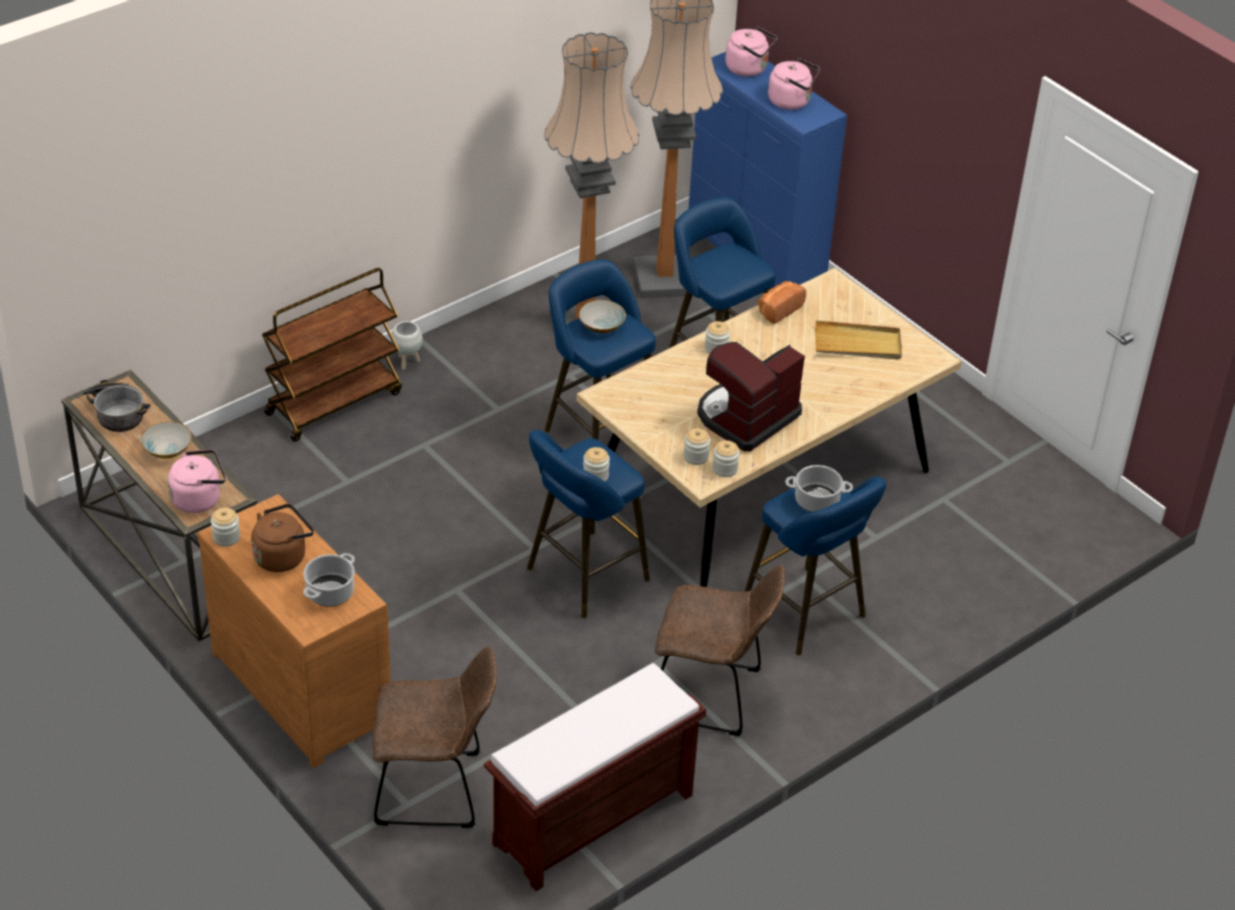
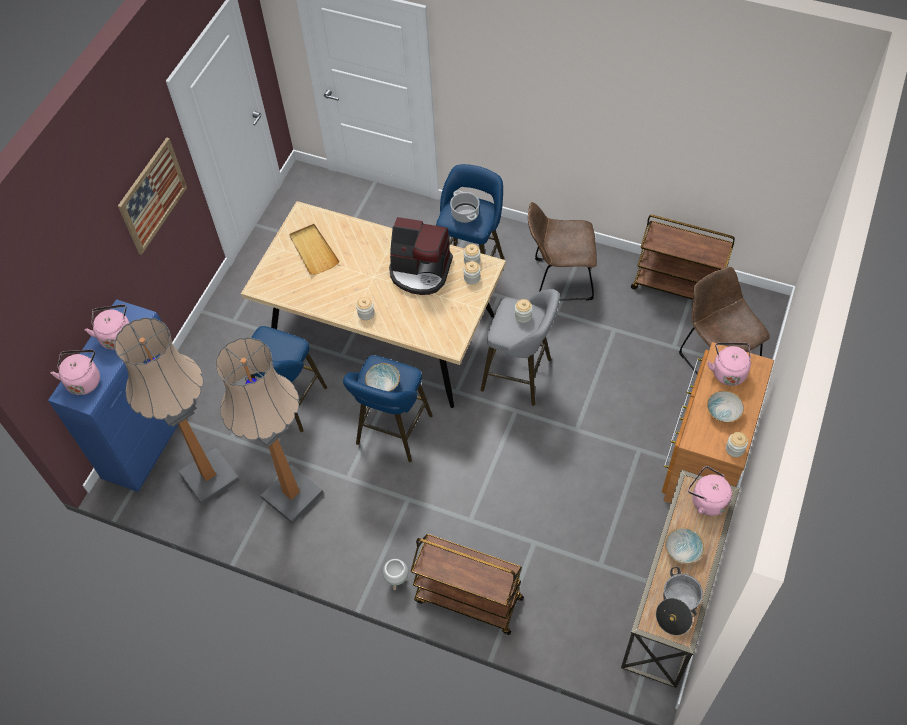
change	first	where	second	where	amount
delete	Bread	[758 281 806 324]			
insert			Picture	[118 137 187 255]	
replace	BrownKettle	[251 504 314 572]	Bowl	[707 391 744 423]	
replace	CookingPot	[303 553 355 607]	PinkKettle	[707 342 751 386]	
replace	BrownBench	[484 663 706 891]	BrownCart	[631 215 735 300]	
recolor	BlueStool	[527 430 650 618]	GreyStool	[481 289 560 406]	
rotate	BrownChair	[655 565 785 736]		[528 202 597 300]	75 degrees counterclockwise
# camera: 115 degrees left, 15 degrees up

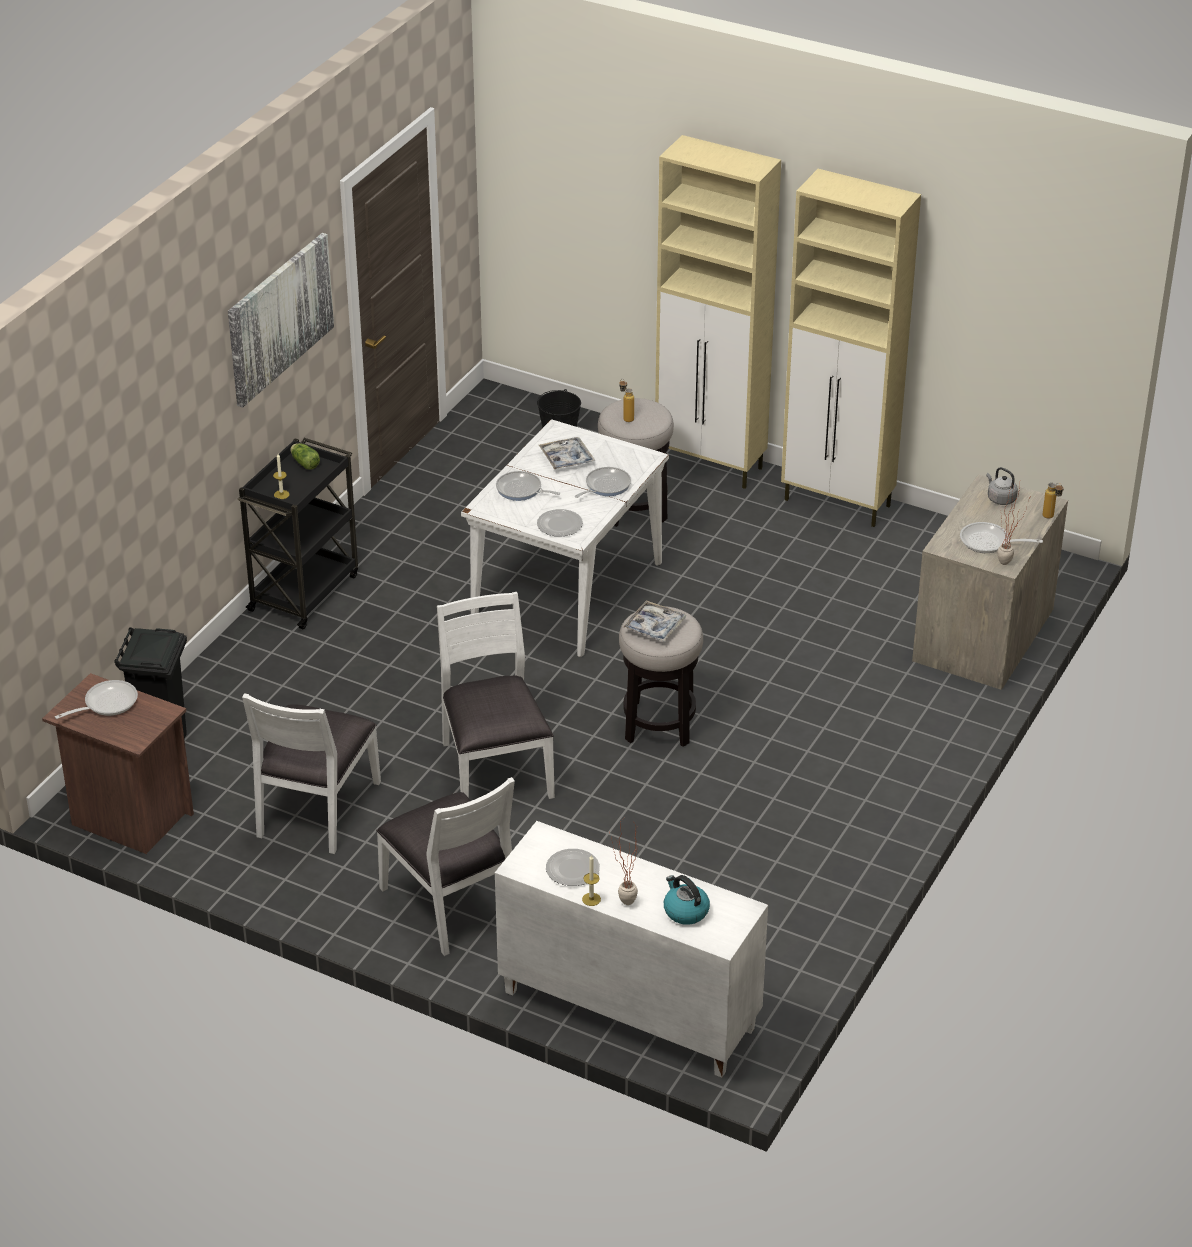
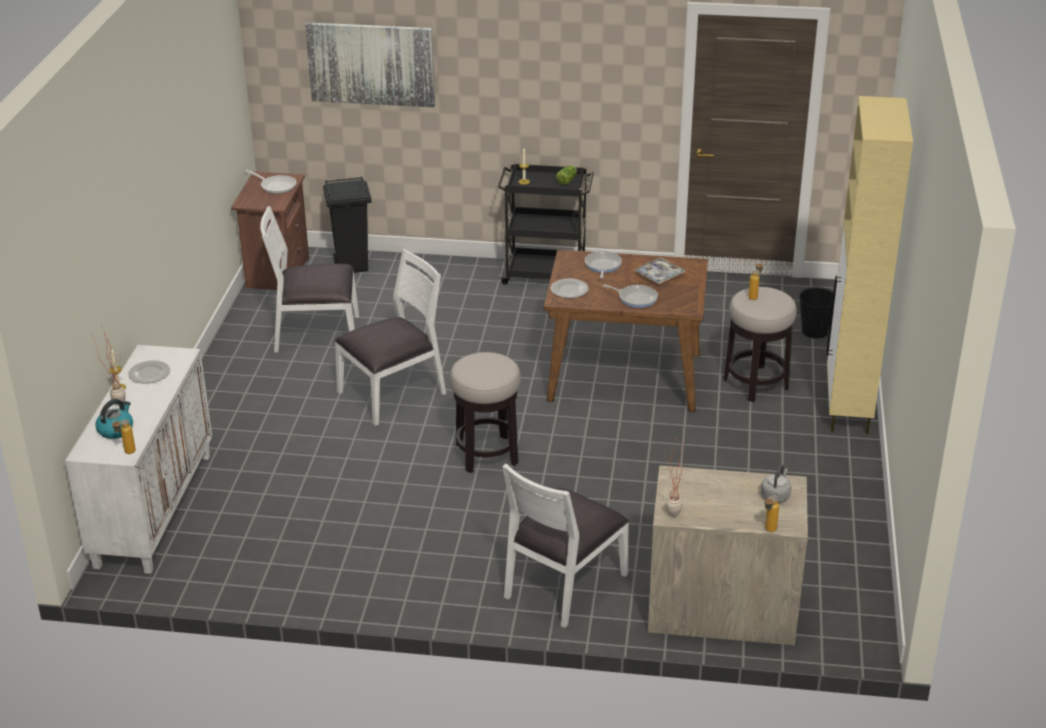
change	first	where	second	where	amount
delete	Tray	[623 600 686 642]			
delete	BeigeCabinet	[781 169 921 527]			
delete	FryingPan	[960 522 1043 553]			
insert			Bottle	[112 419 136 454]	
move	Picture	[228 233 334 407]		[305 22 435 107]	
move	WhiteChair	[376 777 515 956]		[503 464 629 628]	
recolor	WhiteDiningTable	[461 419 669 657]	BrownDiningTable	[544 250 708 412]	
# camera: 70 degrees right, 5 degrees down

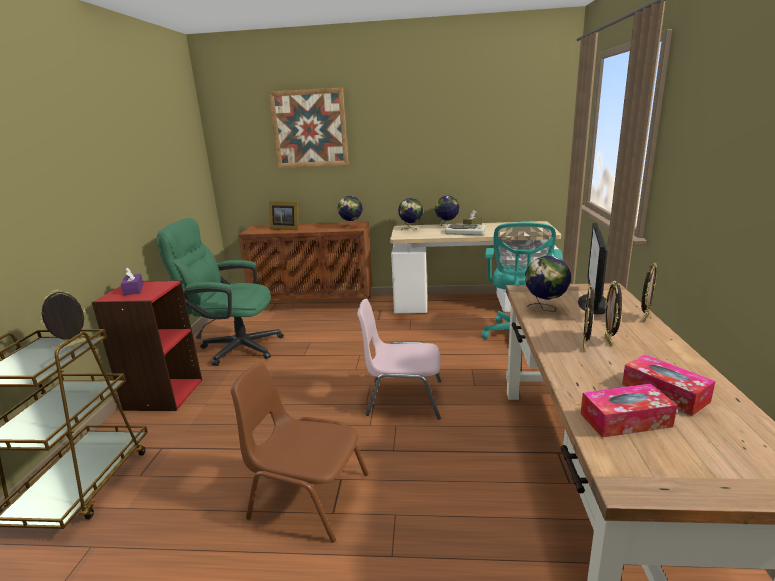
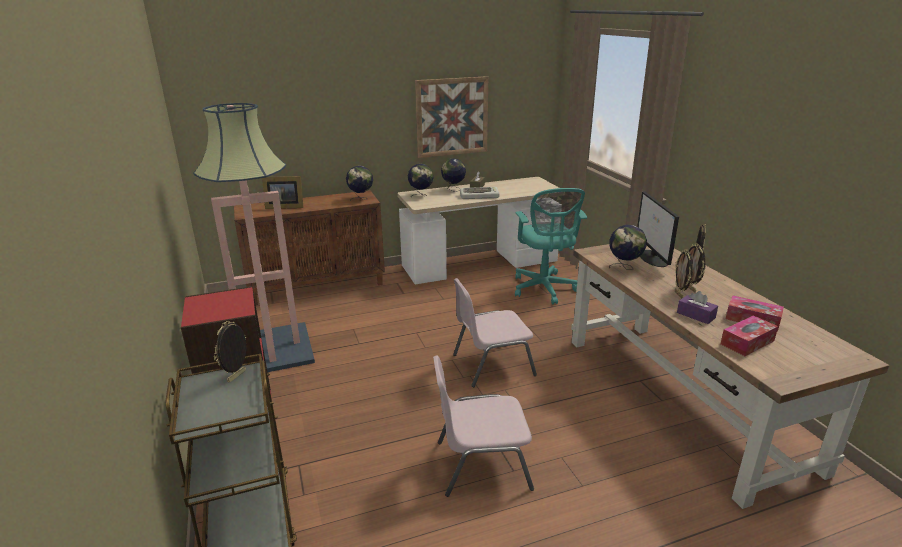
change	first	where	second	where	amount
move	PurpleTissueBox	[121 268 144 295]		[677 291 718 324]	
move	Picture	[269 87 349 168]		[415 76 488 158]	
replace	GreenOfficeChair	[157 218 284 366]	FloorLamp	[193 103 315 372]	
recolor	BrownChair	[231 363 368 543]	PinkChair	[433 355 534 497]	
# camera: 25 degrees left, 5 degrees up

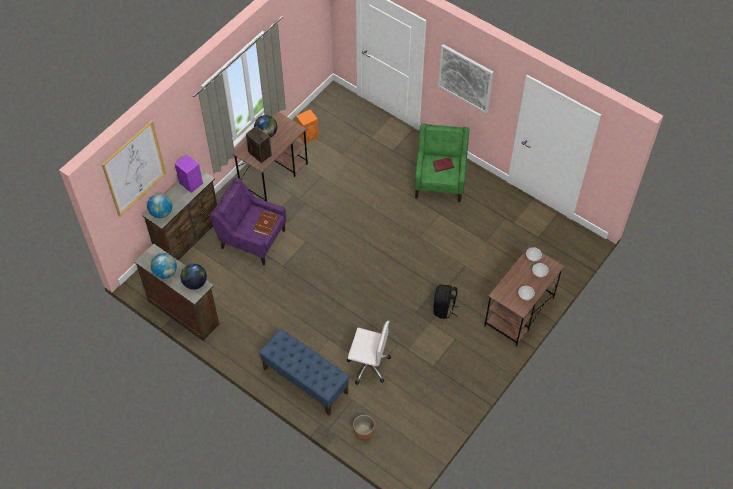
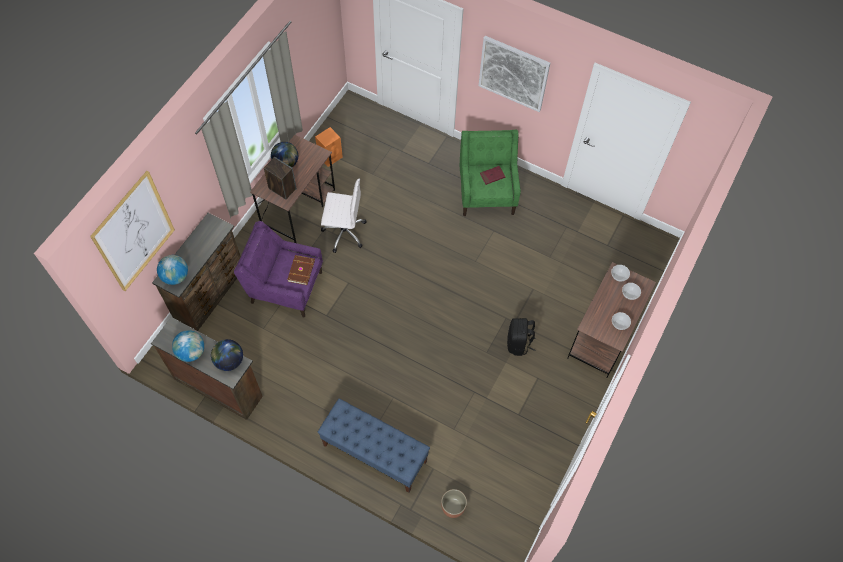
change	first	where	second	where	amount
delete	PurpleSpeaker	[175 154 203 193]			
move	WhiteOfficeChair	[347 321 391 385]		[321 178 366 253]	
# camera: 10 degrees left, 5 degrees up

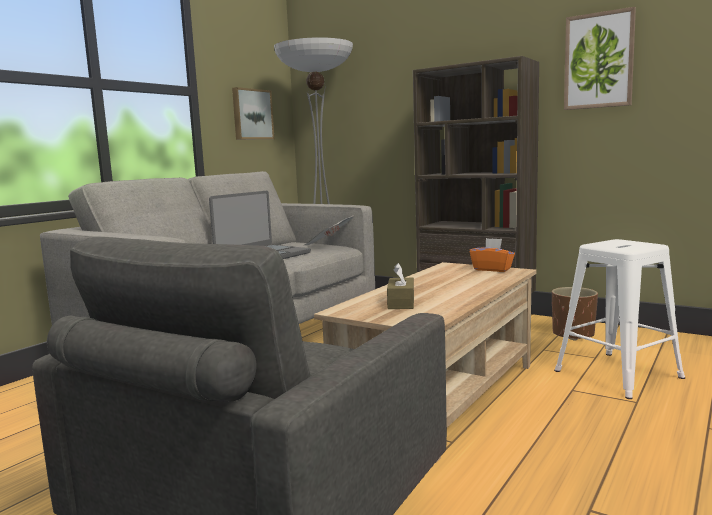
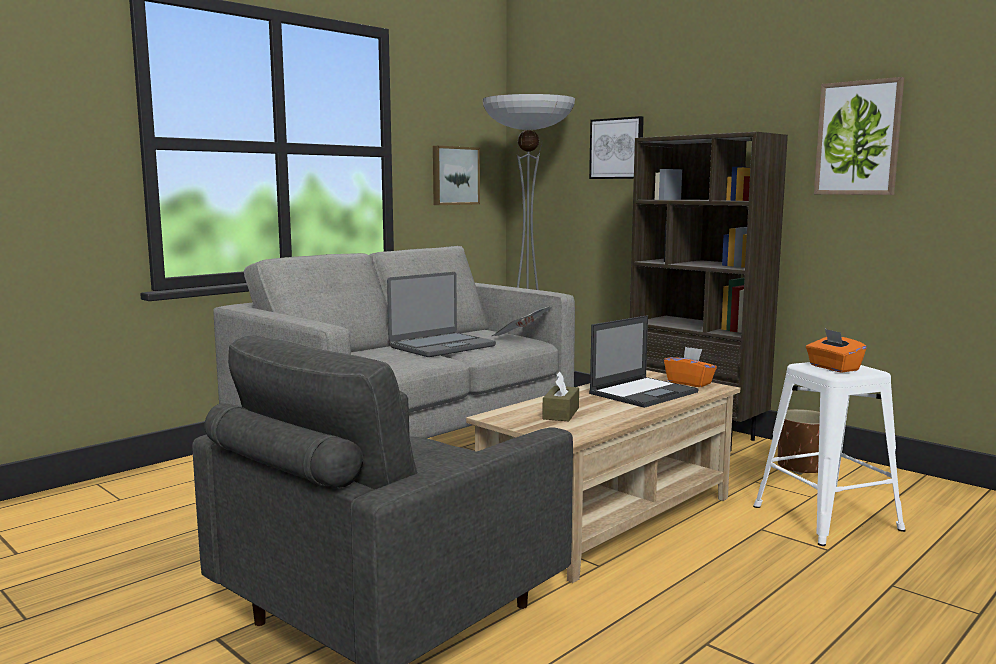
change	first	where	second	where	amount
insert			Picture	[589 116 644 179]	
insert			Laptop	[589 315 698 408]	
insert			OrangeTissueBox	[806 329 867 372]	
# camera: 10 degrees right, 0 degrees up

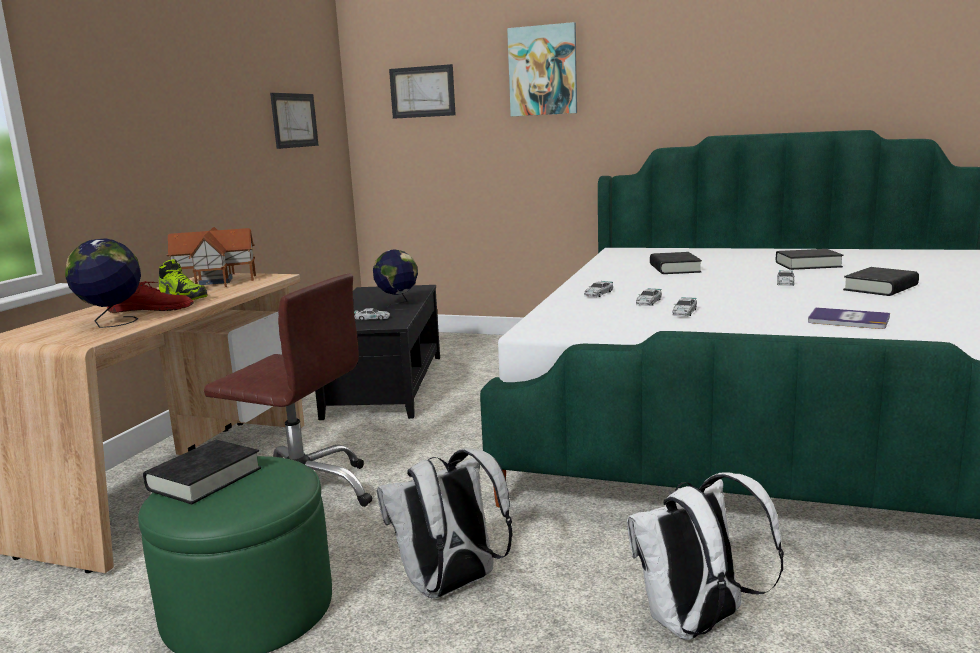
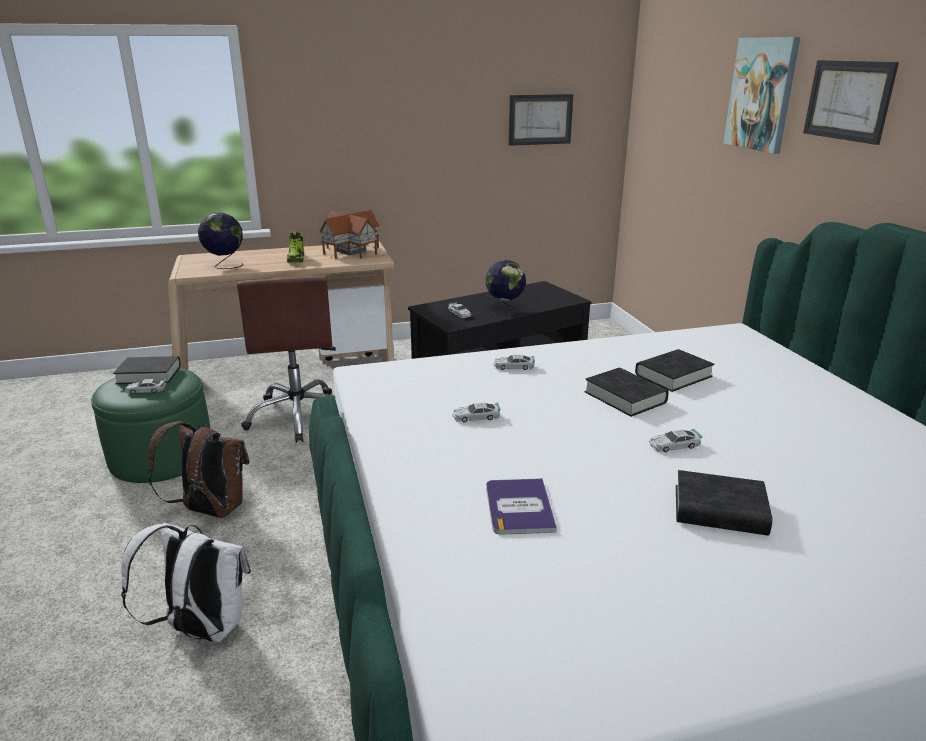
change	first	where	second	where	amount
delete	RedShoe	[107 281 194 313]			
move	Picture	[389 64 456 119]		[803 60 899 145]	
move	ToyCar	[636 288 662 306]		[125 379 166 394]	
move	BlackBook	[776 249 844 270]		[585 368 669 417]	
recolor	WhiteBackpack	[377 448 513 598]	BrownBackpack	[148 421 249 518]	
# camera: 55 degrees right, 10 degrees up

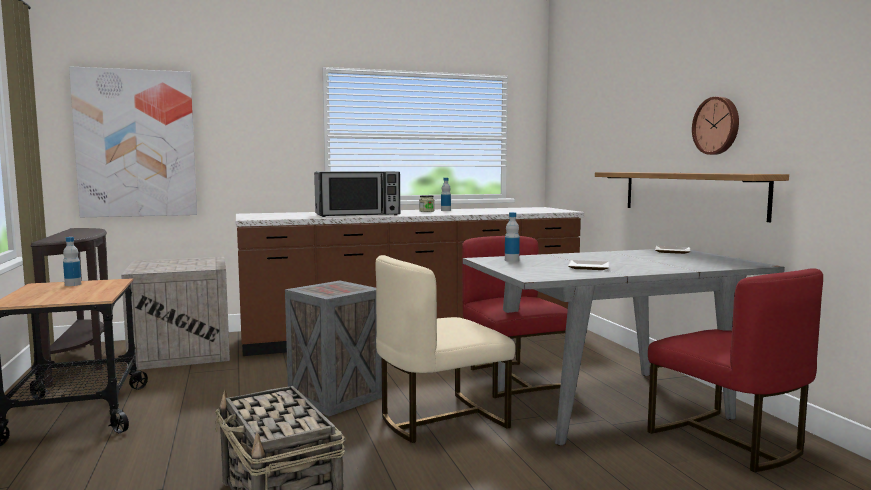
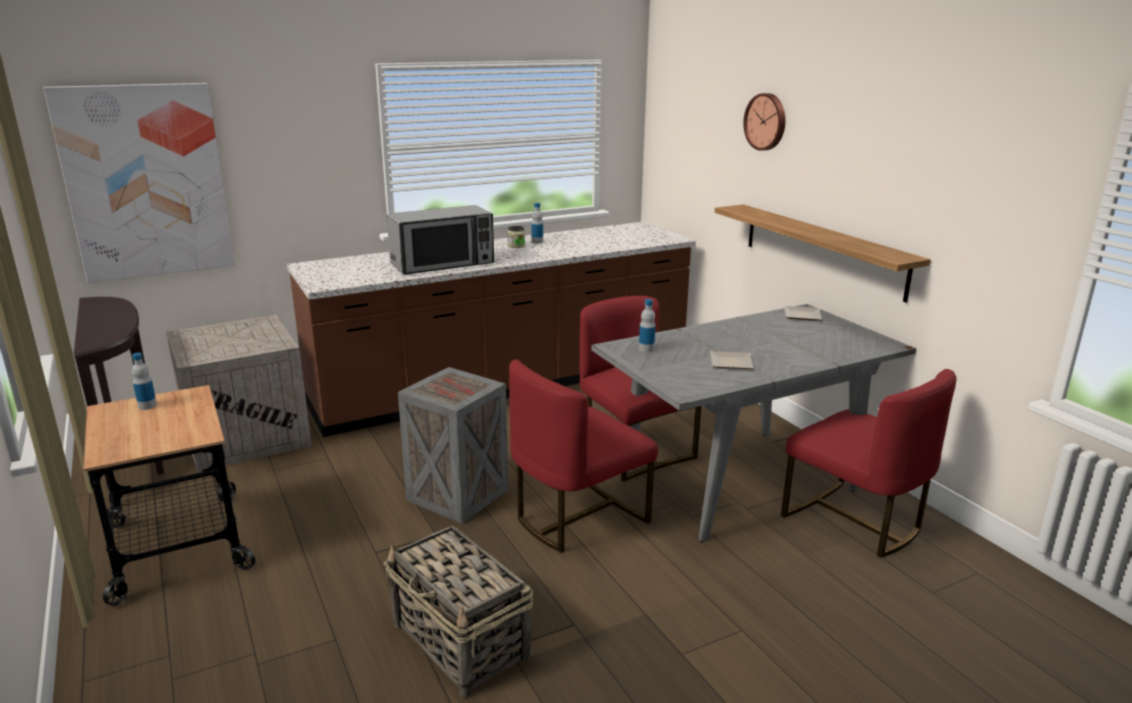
change	first	where	second	where	amount
move	WallClock	[692 96 739 155]		[743 93 786 151]	
recolor	BeigeChair	[375 255 515 443]	RedChair	[509 359 658 553]	
# camera: 10 degrees left, 15 degrees up

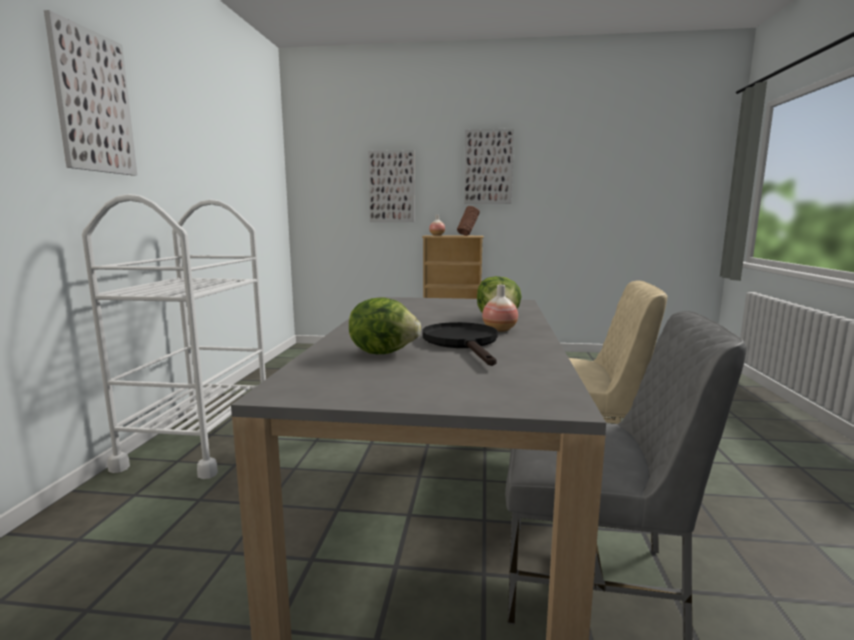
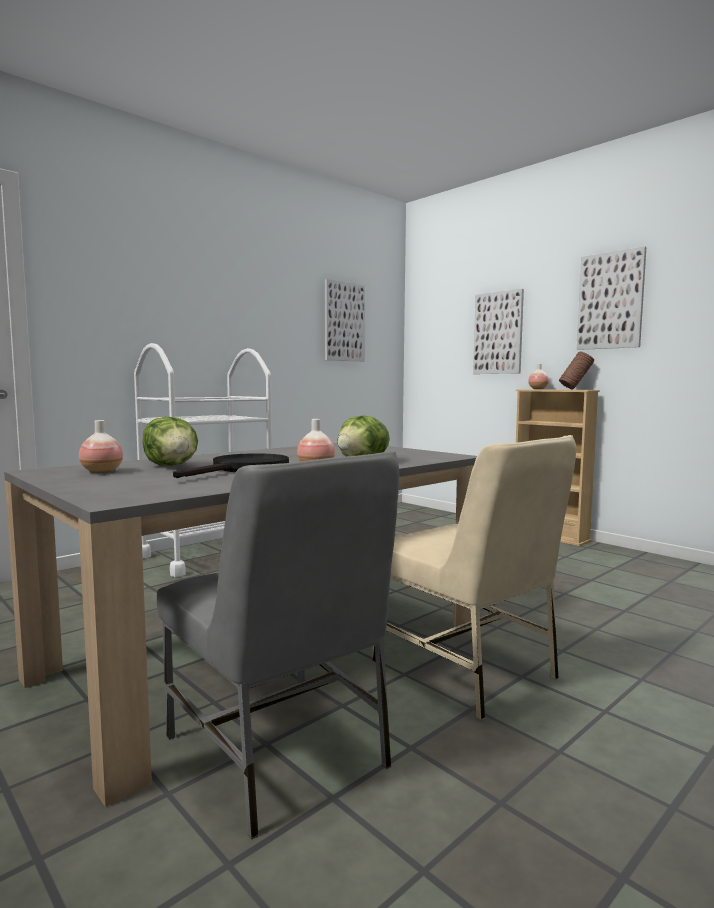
change	first	where	second	where	amount
insert			Vase	[79 420 123 473]	
move	Picture	[44 10 137 176]		[325 279 365 362]	
# camera: 40 degrees right, 5 degrees down

